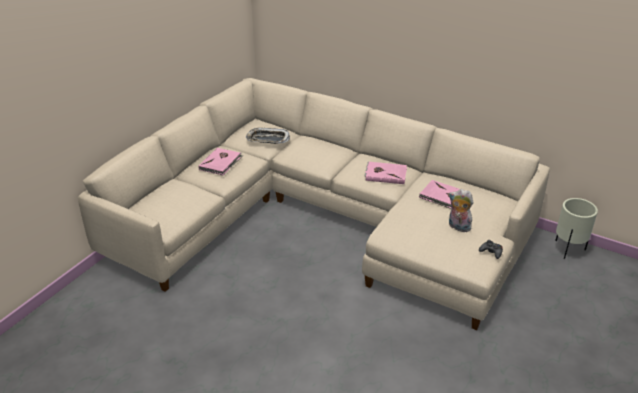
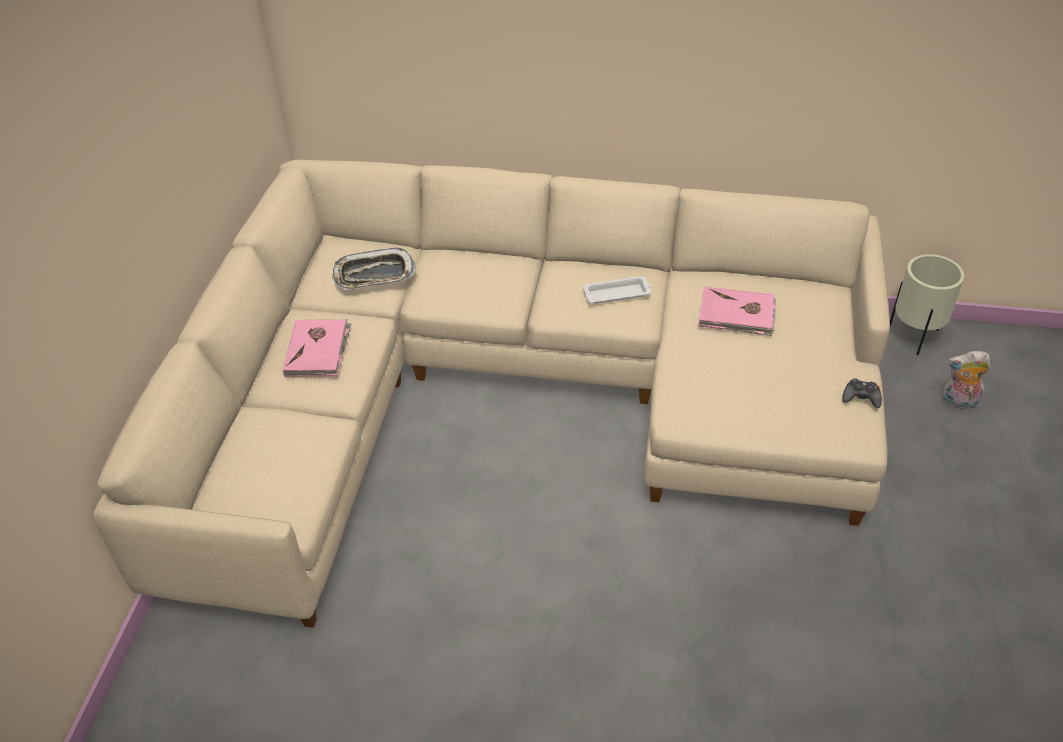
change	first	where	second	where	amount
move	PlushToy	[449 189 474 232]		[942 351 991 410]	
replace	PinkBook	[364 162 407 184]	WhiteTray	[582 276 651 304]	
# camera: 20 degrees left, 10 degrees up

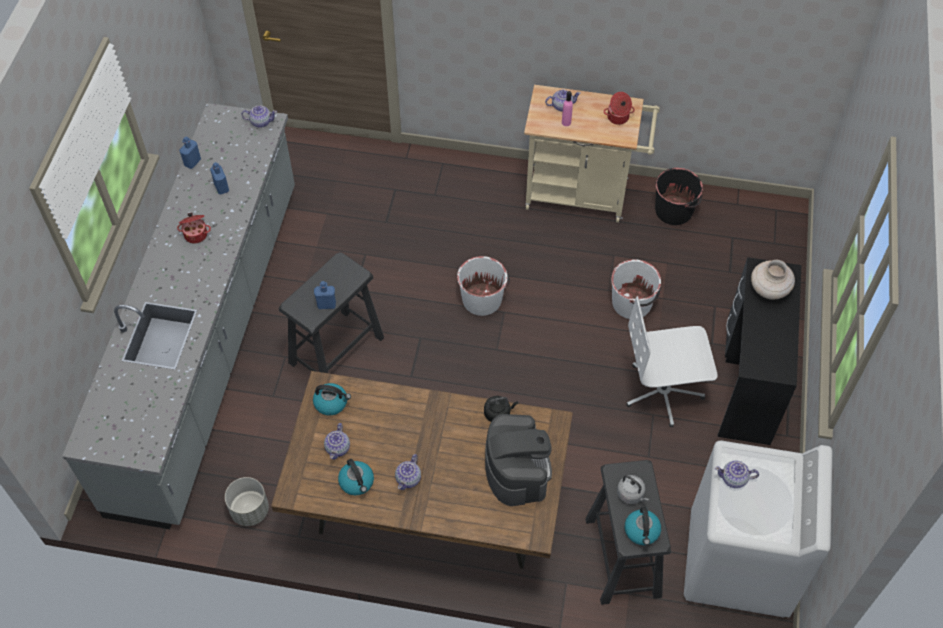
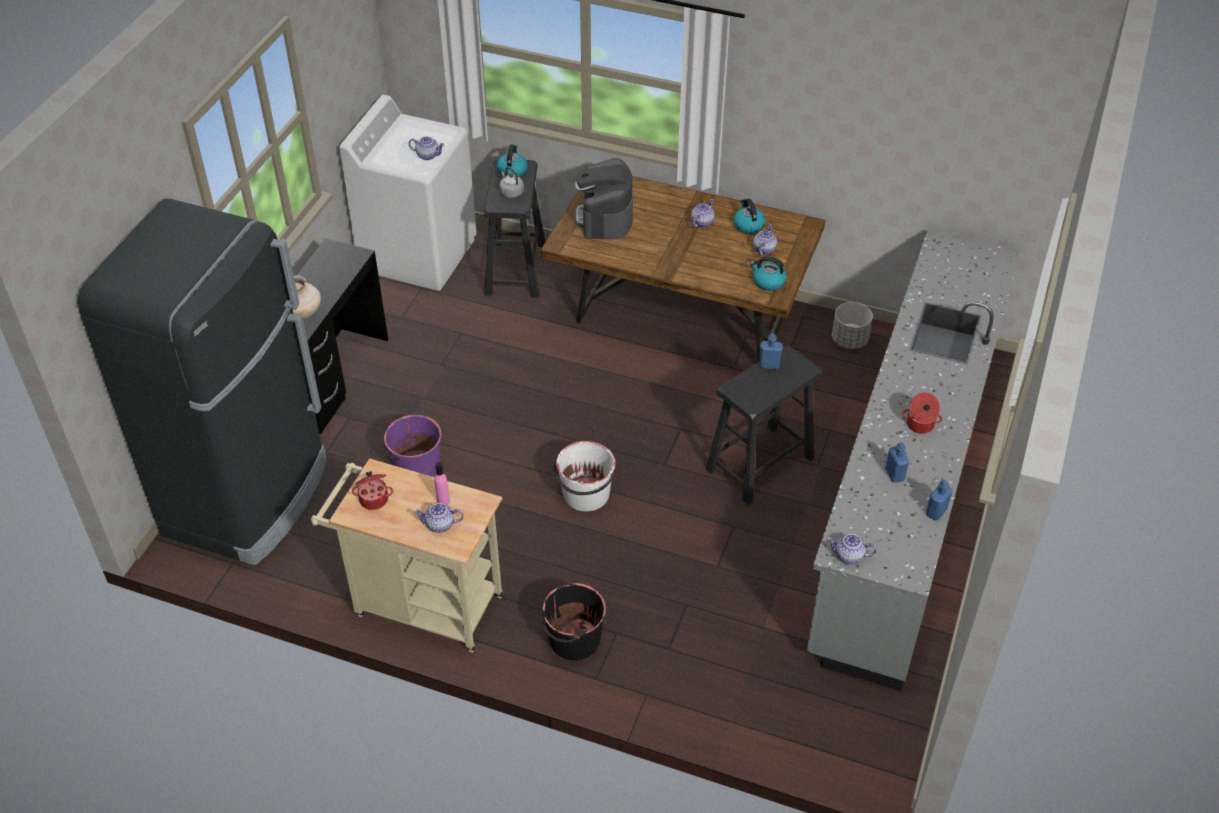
change	first	where	second	where	amount
delete	BlackKettle	[484 396 518 422]			
delete	WhiteOfficeChair	[626 296 718 427]			
insert			BlackFridge	[78 199 327 566]	
move	BlackBucket	[655 168 703 225]		[541 583 606 660]	
recolor	WhiteBucket	[611 259 661 319]	PurpleBucket	[384 415 442 477]	
# camera: 170 degrees left, 10 degrees down

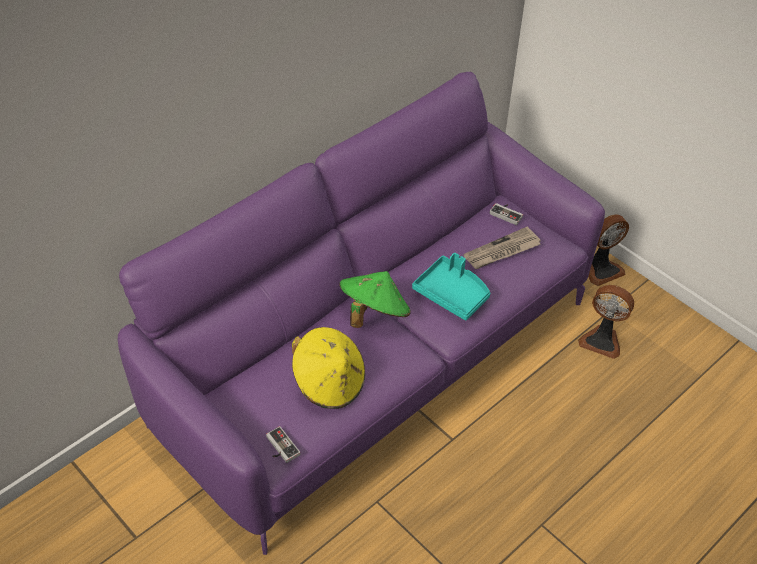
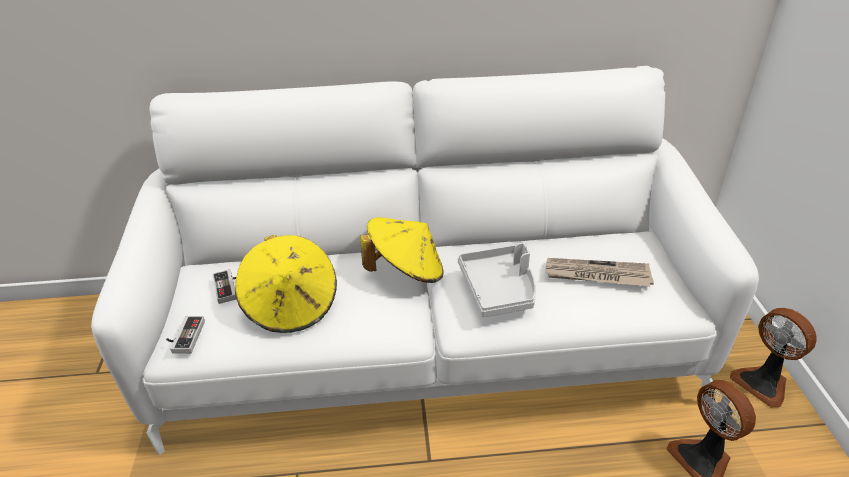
change	first	where	second	where	amount
move	GameController	[490 203 523 225]		[212 270 236 304]	
recolor	PurpleSofa	[118 72 605 555]	WhiteSofa	[91 66 759 455]	
recolor	GreenHat	[339 271 411 328]	YellowHat	[360 217 443 283]	
recolor	TurquoiseTray	[412 253 490 321]	GreyTray	[458 243 536 317]	
rotate	Fan	[588 215 629 286]		[730 308 817 408]	45 degrees clockwise
# camera: 40 degrees right, 10 degrees down

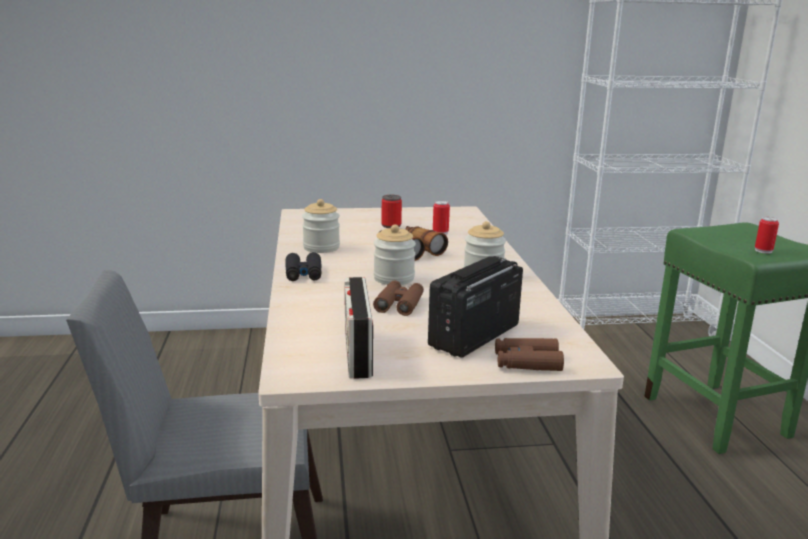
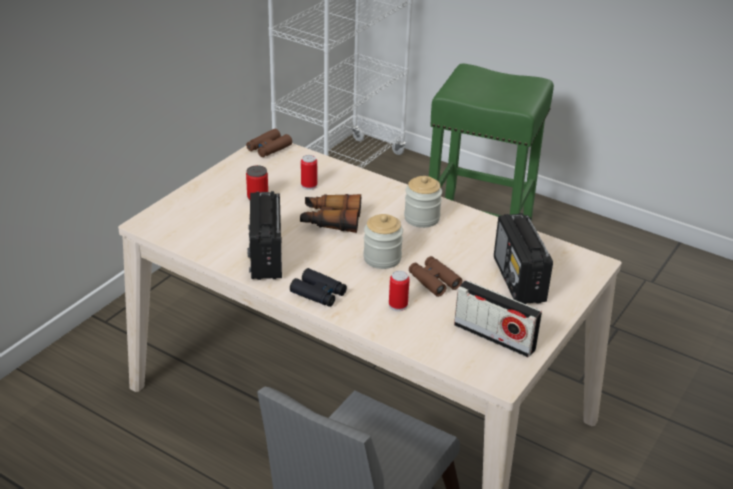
change	first	where	second	where	amount
move	BrownBinoculars	[495 338 564 371]		[246 129 292 157]	
move	Can	[755 217 779 254]		[389 271 410 311]	
replace	Jar	[302 199 340 253]	Radio	[248 191 282 280]	
# camera: 50 degrees left, 15 degrees up

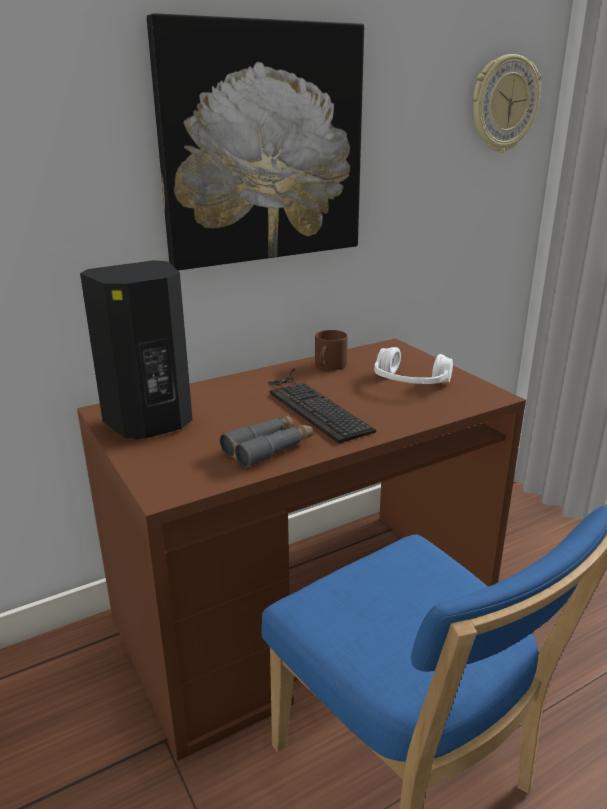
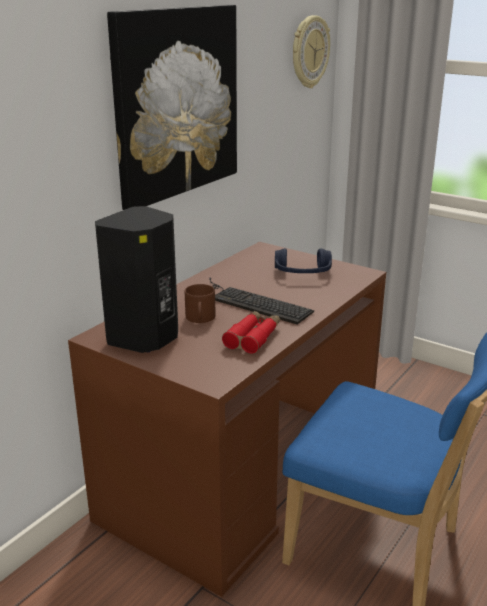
change	first	where	second	where	amount
move	BrownMug	[315 330 348 371]		[185 284 215 323]	
recolor	GreyBinoculars	[220 415 313 468]	RedBinoculars	[222 311 280 354]	
recolor	WhiteHeadphones	[374 347 453 384]	BlueHeadphones	[275 248 332 273]	
# camera: 25 degrees left, 0 degrees up

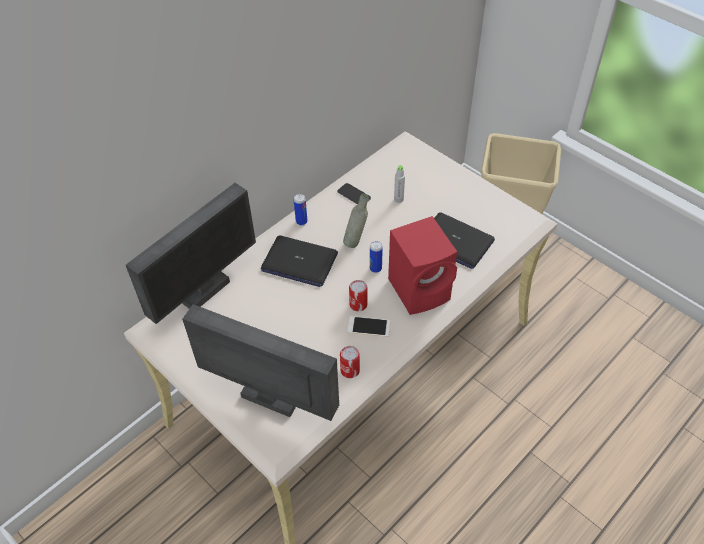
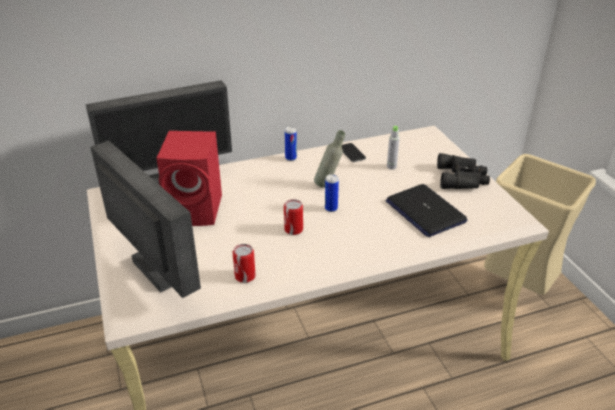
change	first	where	second	where	amount
delete	Laptop	[261 235 338 287]			
delete	Phone	[348 316 390 337]			
insert			BlackBinoculars	[437 153 490 189]	
move	RedSpeaker	[388 216 457 315]		[156 131 222 226]	
# camera: 25 degrees right, 15 degrees down

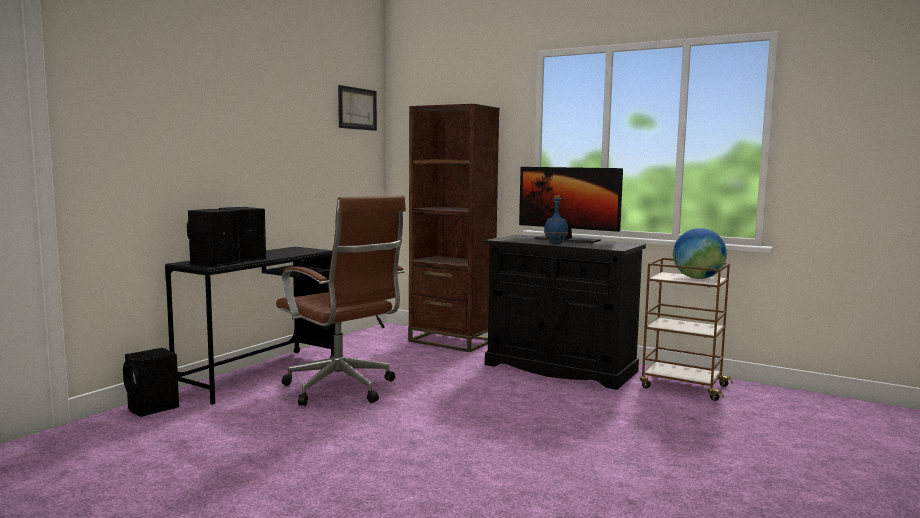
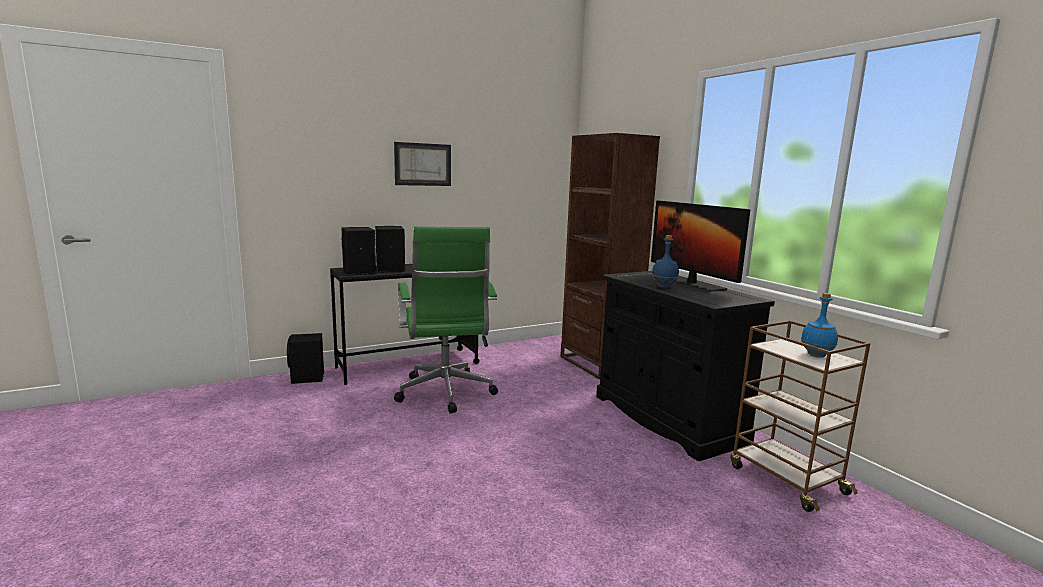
change	first	where	second	where	amount
move	Picture	[338 85 377 131]		[394 142 451 186]	
replace	Globe	[673 228 727 279]	BlueBottle	[801 293 838 358]	
recolor	BrownOfficeChair	[276 195 406 406]	GreenOfficeChair	[394 226 498 414]	
# camera: 30 degrees right, 5 degrees up

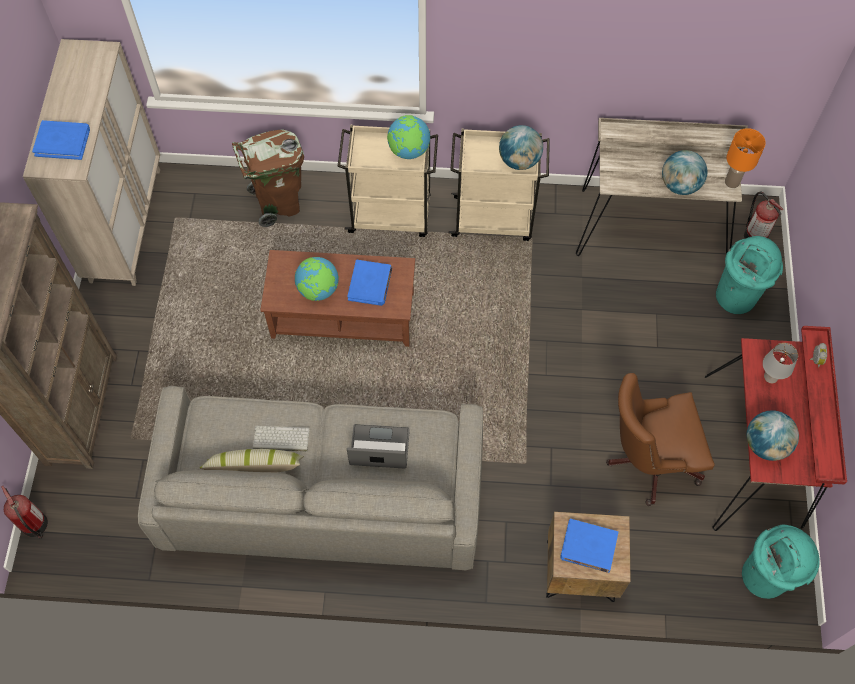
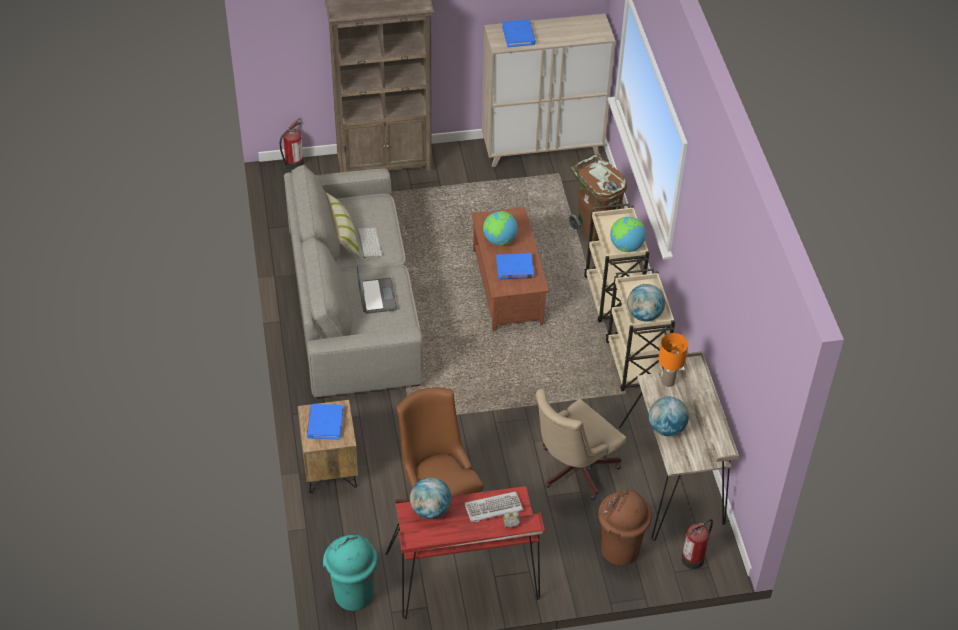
change	first	where	second	where	amount
insert			BeigeOfficeChair	[536 388 626 500]	
move	OrangeTableLamp	[725 128 766 188]		[658 333 688 387]	
replace	GreyTableLamp	[763 343 798 383]	Keyboard	[464 491 523 522]	
recolor	TurquoiseTrashCan	[716 236 783 314]	BrownTrashCan	[598 489 652 566]	
# camera: 75 degrees right, 15 degrees down

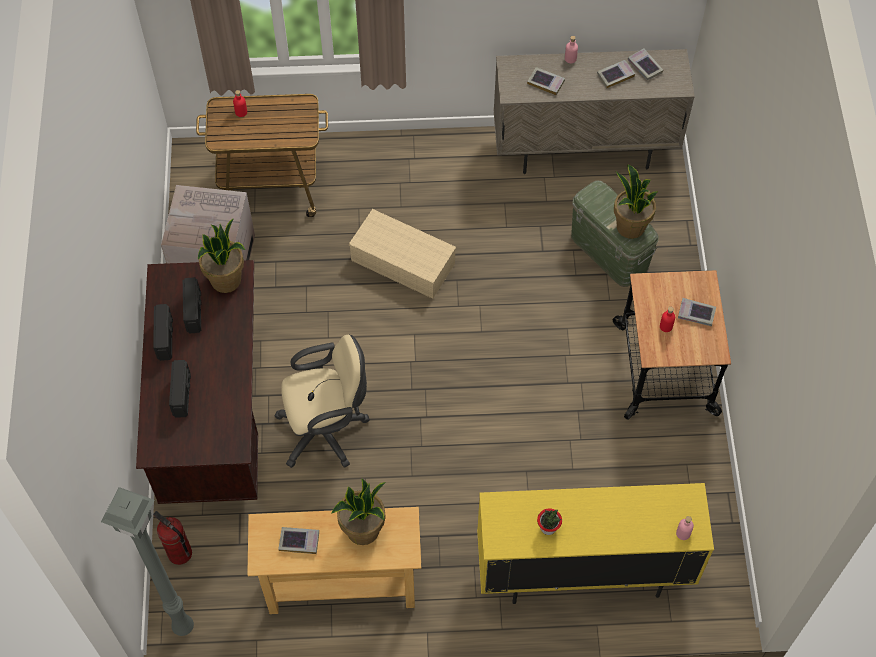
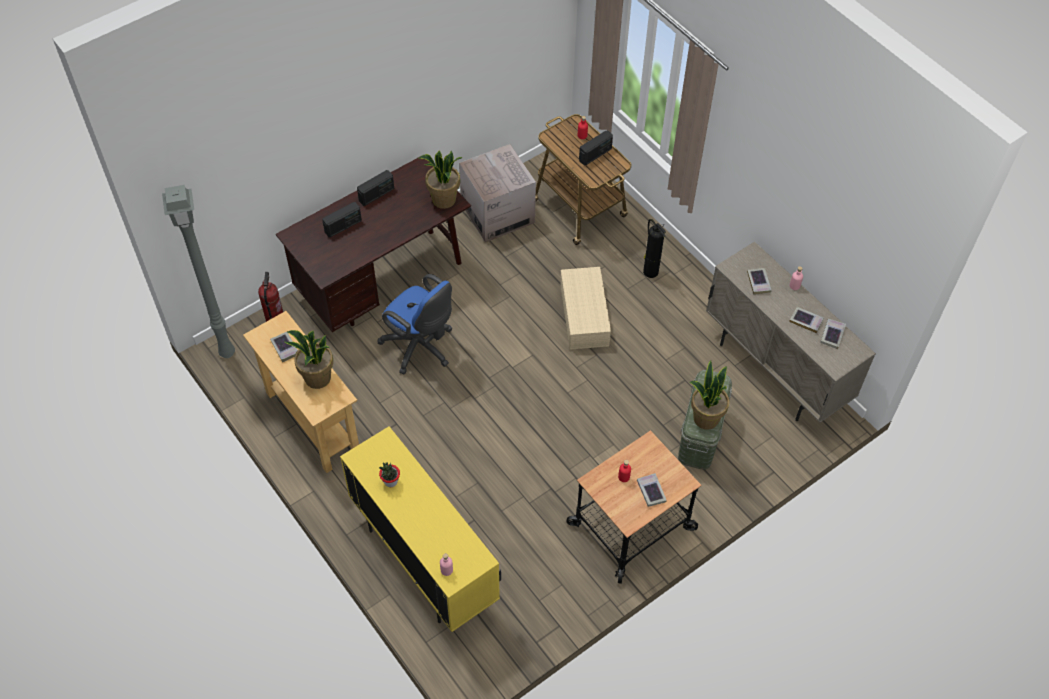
change	first	where	second	where	amount
insert			FireExtinguisher	[643 219 666 278]	
move	Radio	[183 277 202 334]		[579 130 613 166]	
recolor	BeigeOfficeChair	[274 335 370 468]	BlueOfficeChair	[377 274 452 375]	
# camera: 55 degrees right, 5 degrees down

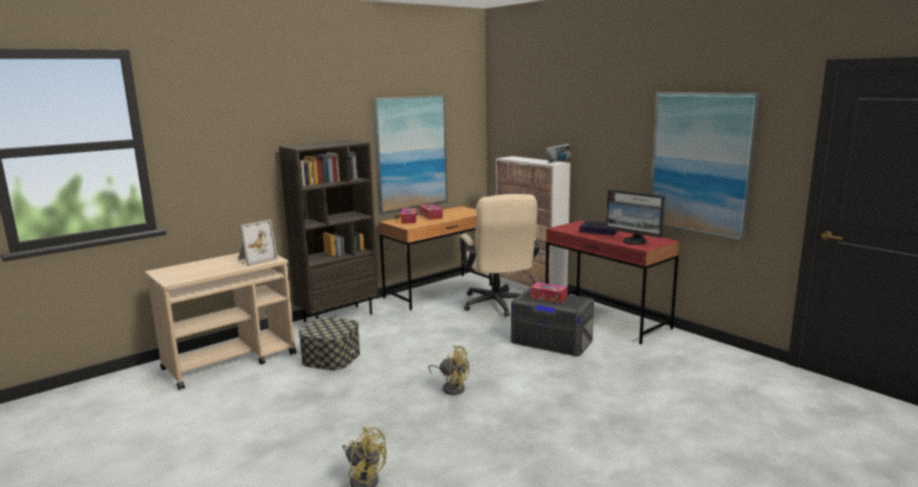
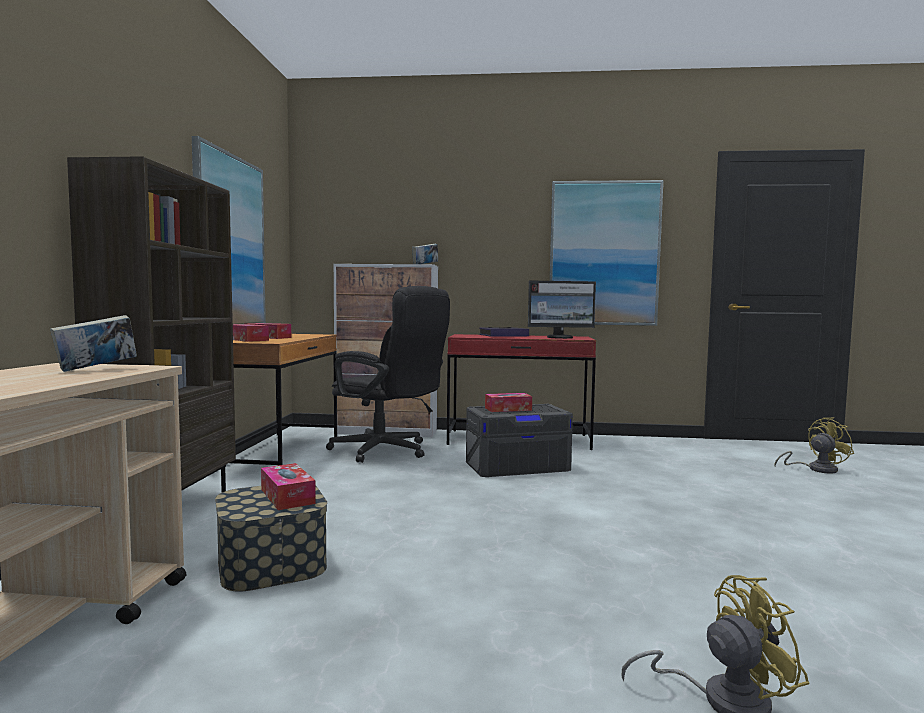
change	first	where	second	where	amount
insert			TissueBox	[261 463 316 510]	
move	YellowFan	[428 345 469 395]		[774 418 854 474]	
replace	PictureFrame	[238 219 278 266]	Book	[50 315 137 372]	
recolor	BeigeOfficeChair	[460 194 539 317]	BlackOfficeChair	[326 286 450 463]	
# camera: 45 degrees left, 10 degrees down

